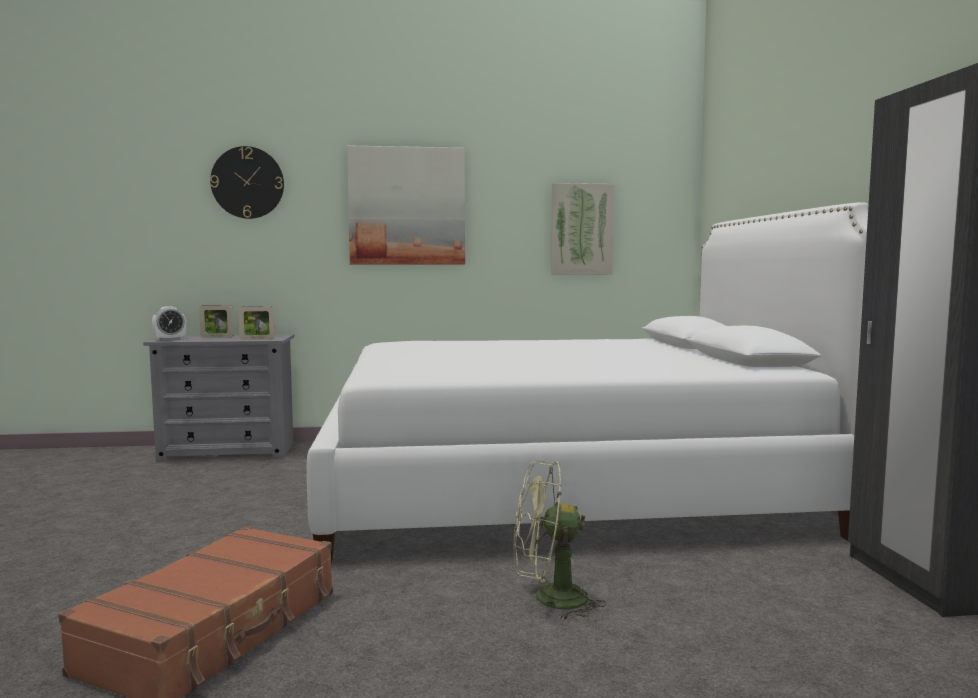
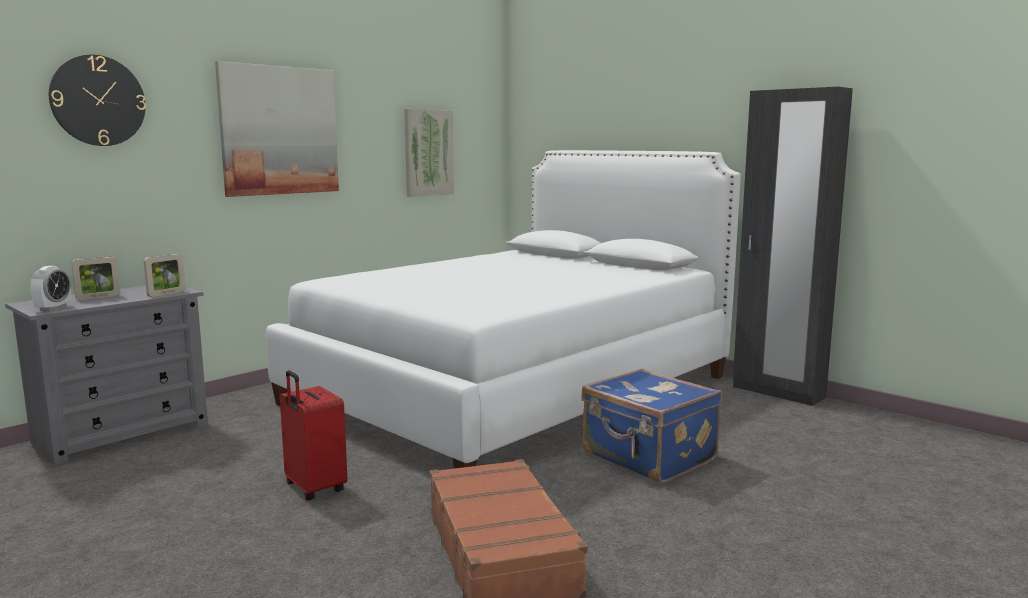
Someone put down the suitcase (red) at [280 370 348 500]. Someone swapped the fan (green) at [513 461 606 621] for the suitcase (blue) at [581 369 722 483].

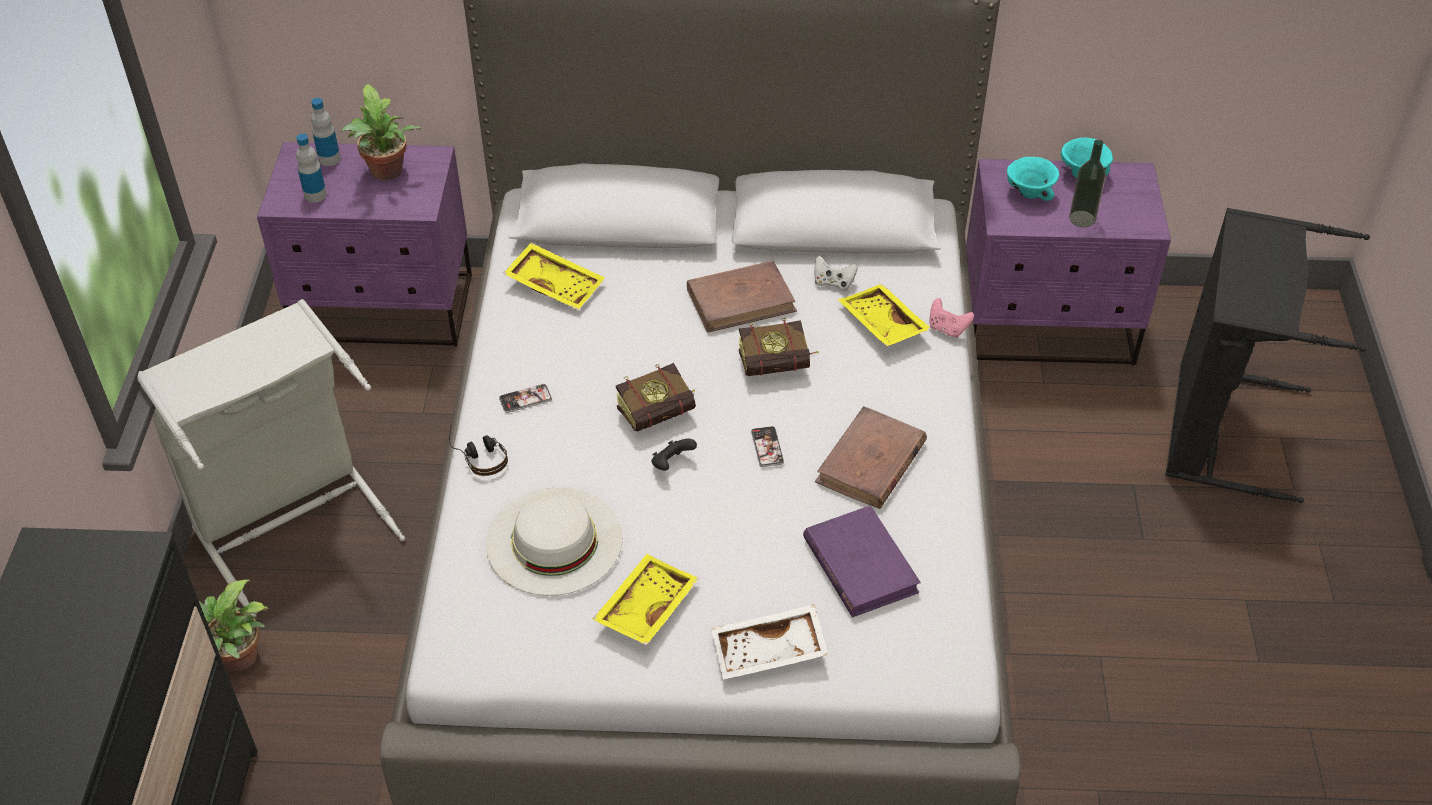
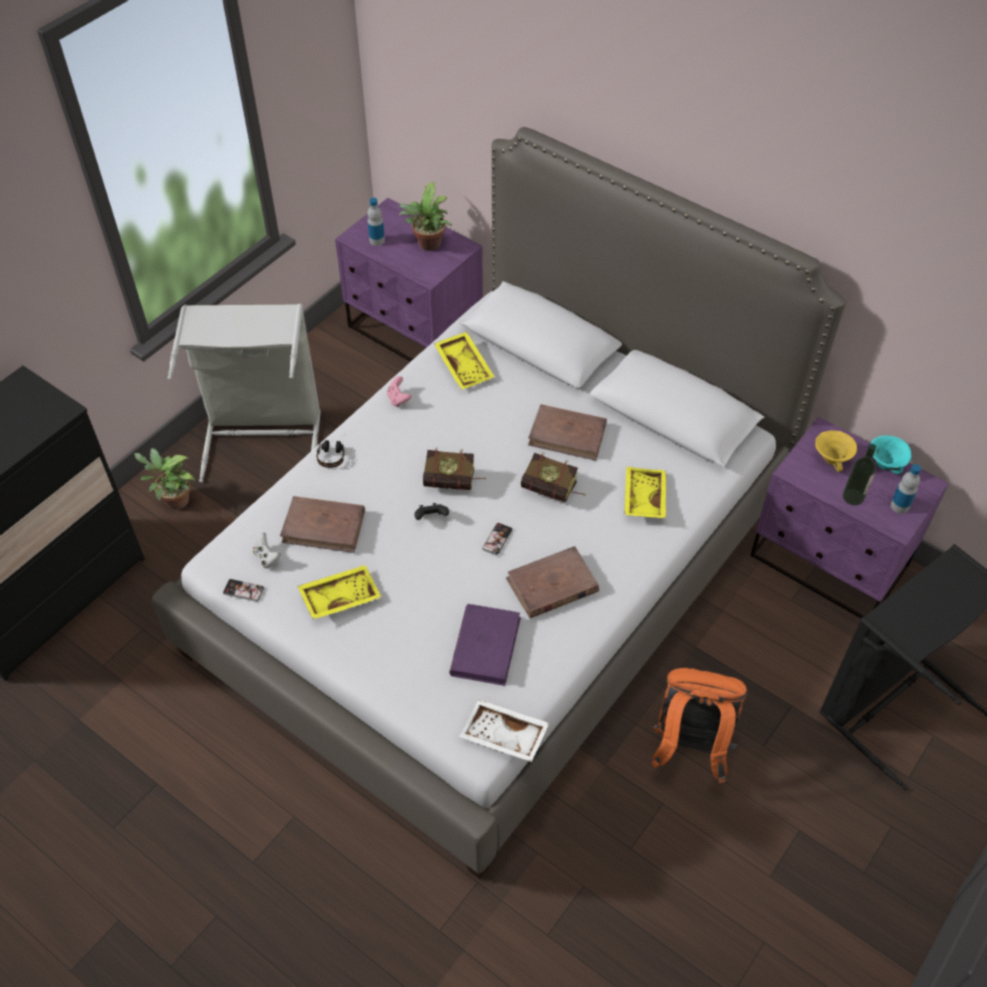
Someone put down the backpack (orange) at [650 668 747 783]. Someone carried the bottle from [311 98 341 166] to [890 464 921 514]. Someone carried the phone from [499 384 552 413] to [223 579 264 602]. Someone carried the tray (white) from [711 604 829 680] to [459 699 550 762]. Someone carried the game controller (white) from [814 256 858 291] to [252 532 281 569]. Someone carried the game controller (pink) from [929 298 974 338] to [387 376 412 407]. Someone swapped the hat (white) at [486 488 622 596] for the book (brown) at [280 496 365 553]. Someone repainted the bowl (turquoise) at [1007 157 1059 201], which became the bowl (yellow) at [815 430 857 472].

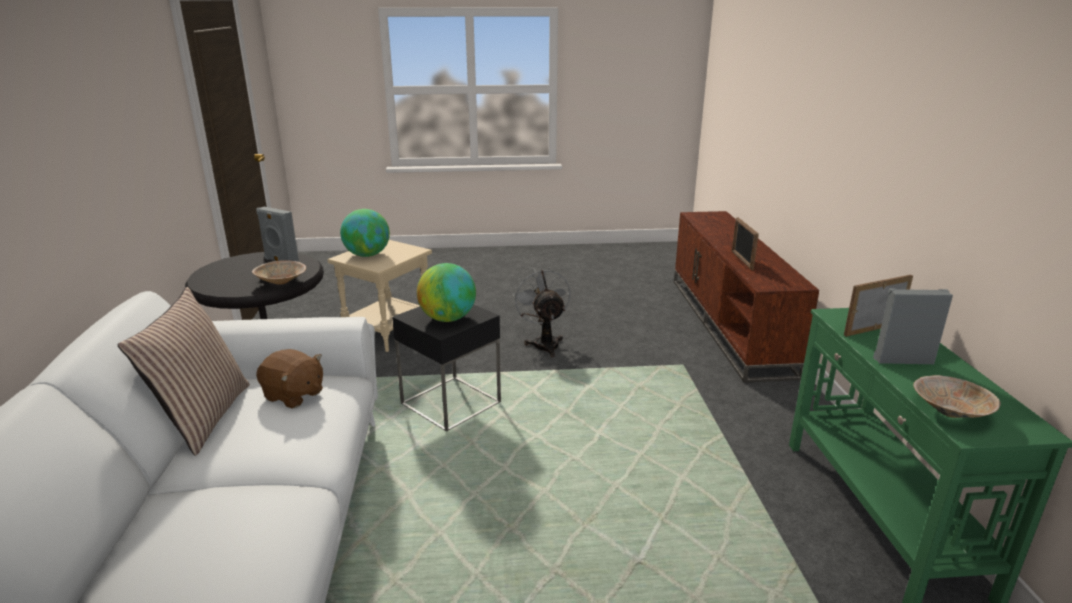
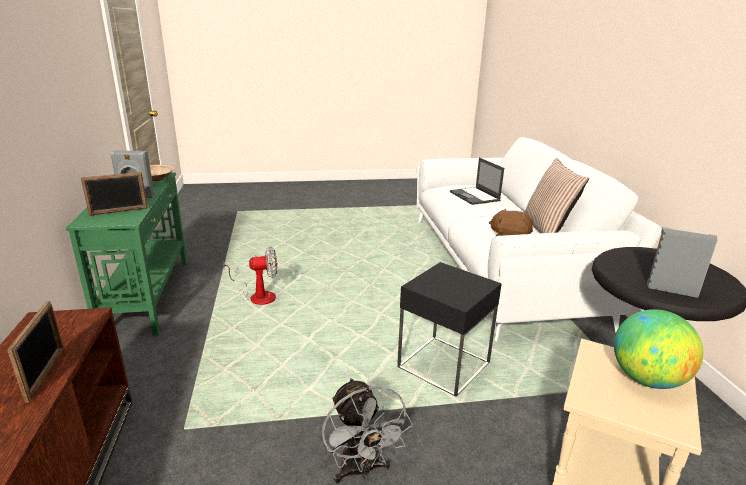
Someone took away the bowl (beige) at [252 260 306 285]. Someone took away the globe at [417 263 476 322]. Someone put down the fan at [223 247 277 305]. Someone put down the laptop at [450 158 504 205].

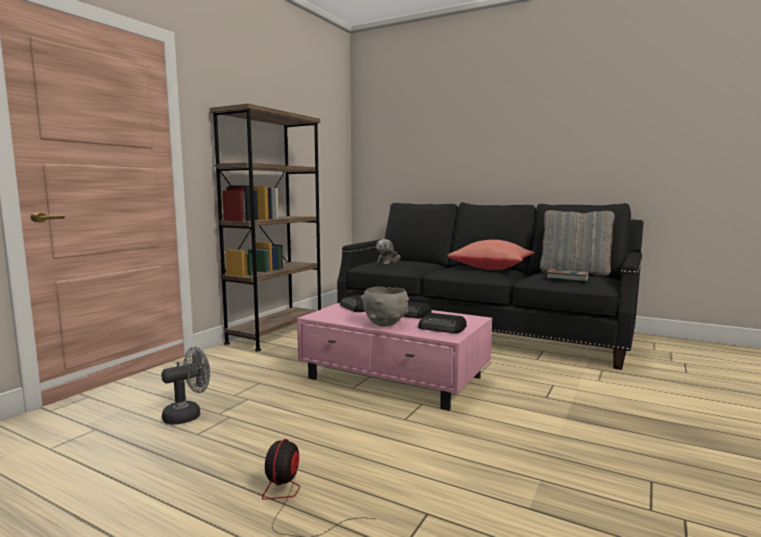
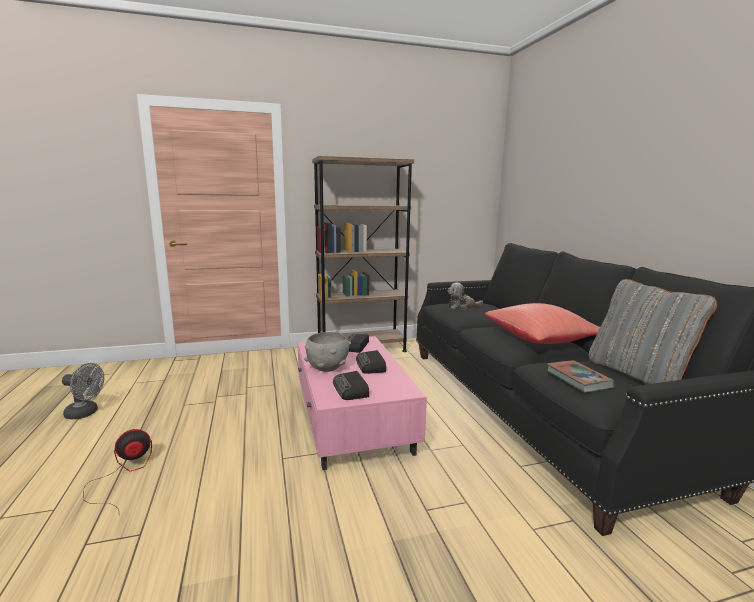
Someone carried the fan (grey) from [161 347 210 425] to [62 363 104 419].

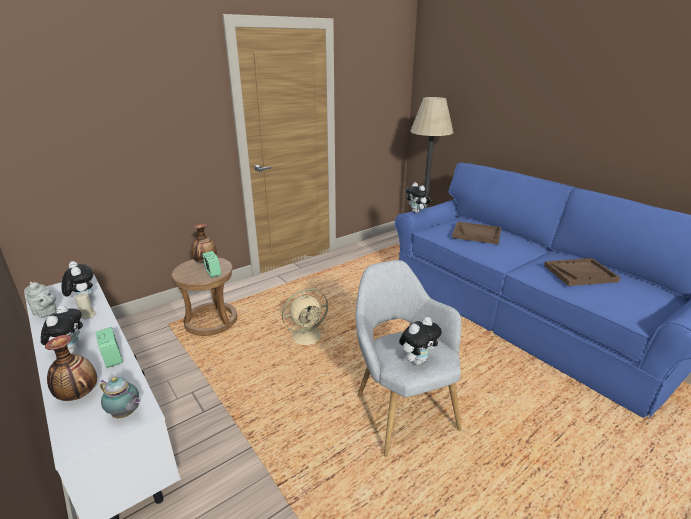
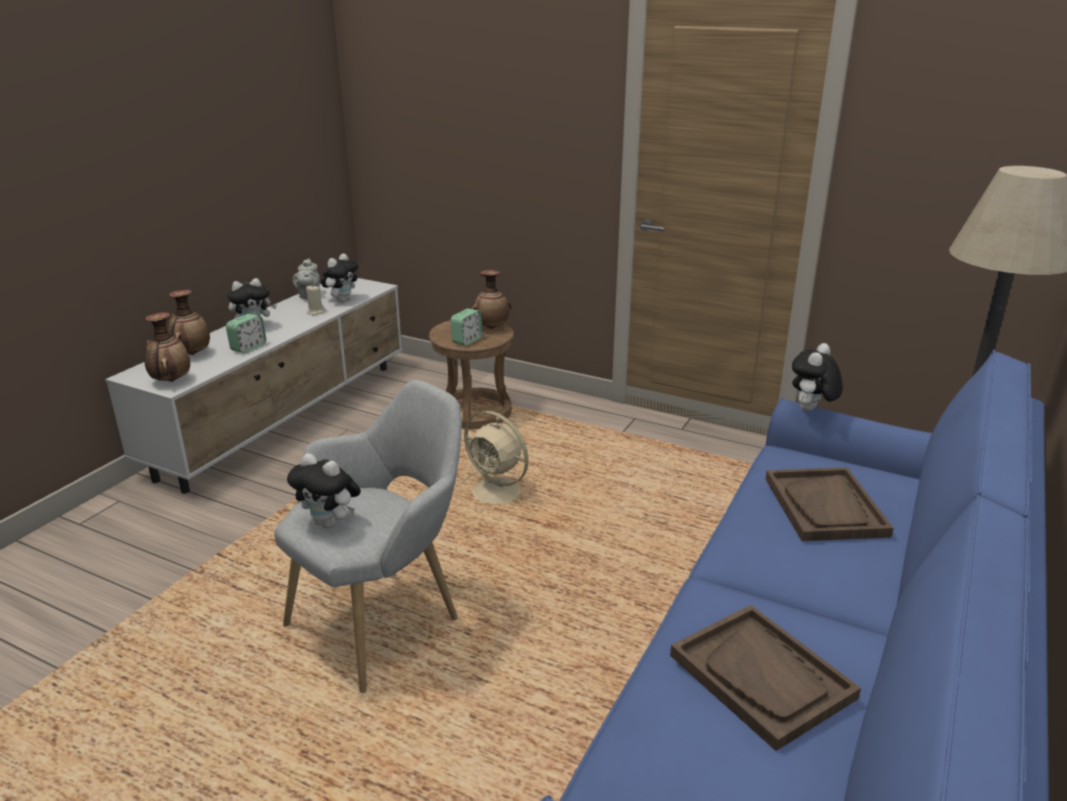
Someone swapped the teapot at [100 377 141 418] for the vase at [144 312 190 382].

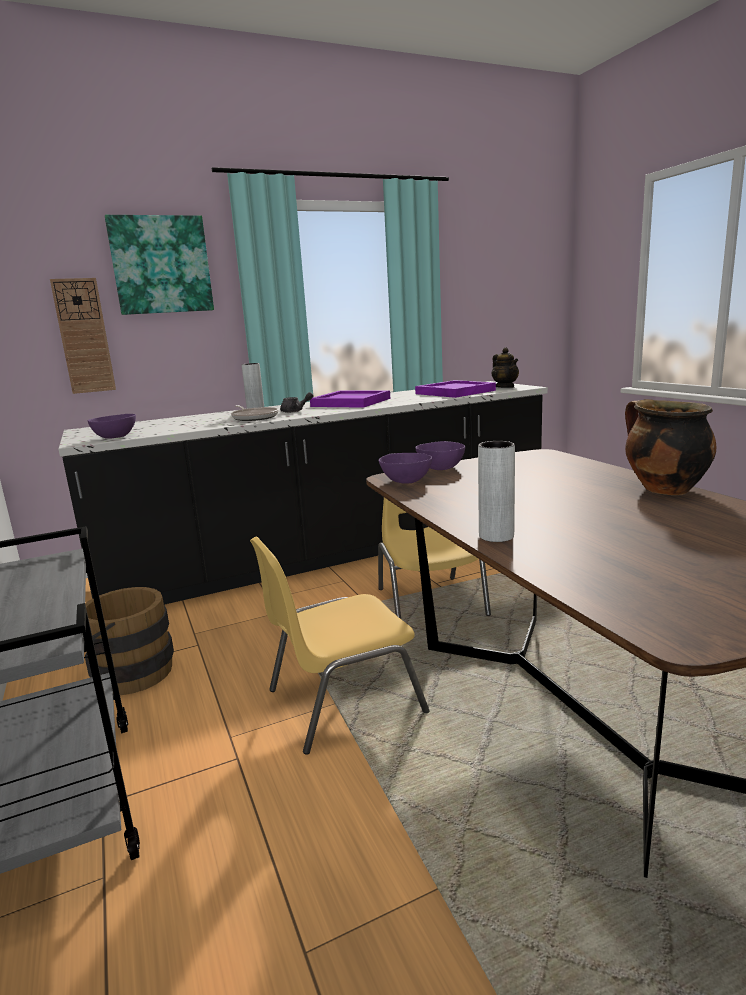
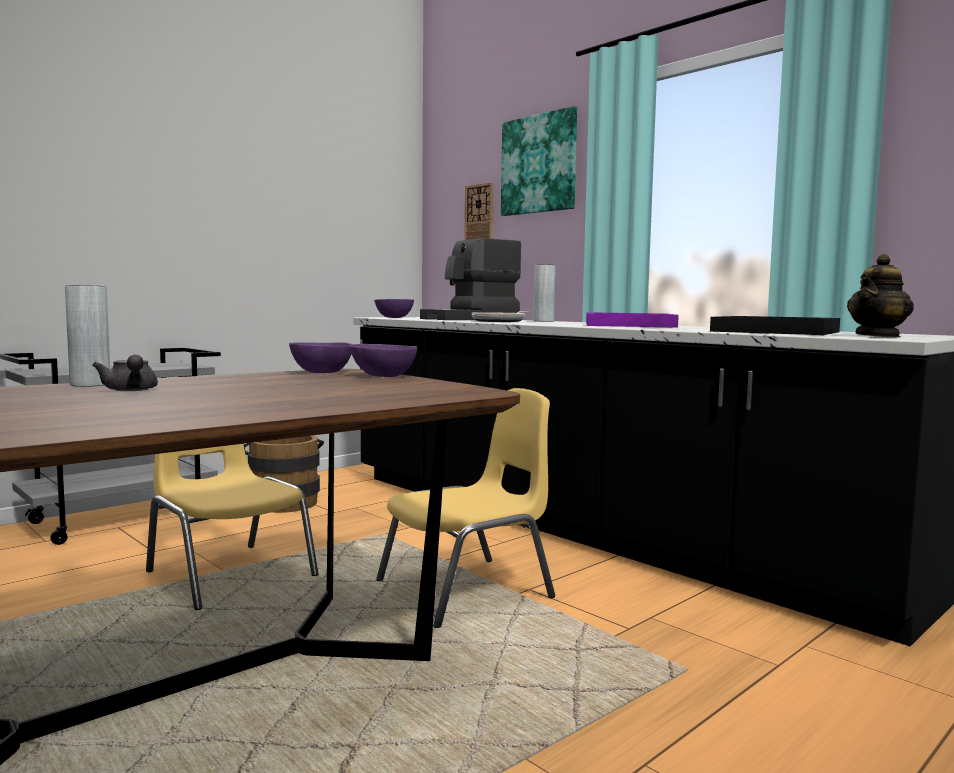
Someone took away the cooking pot at [625 399 716 495]. Someone put down the coffee machine at [420 238 521 320]. Someone carried the teapot (grey) from [280 392 313 413] to [92 355 158 391]. Someone repainted the tray (purple) at [415 380 496 398], which became the tray (black) at [710 316 840 335].

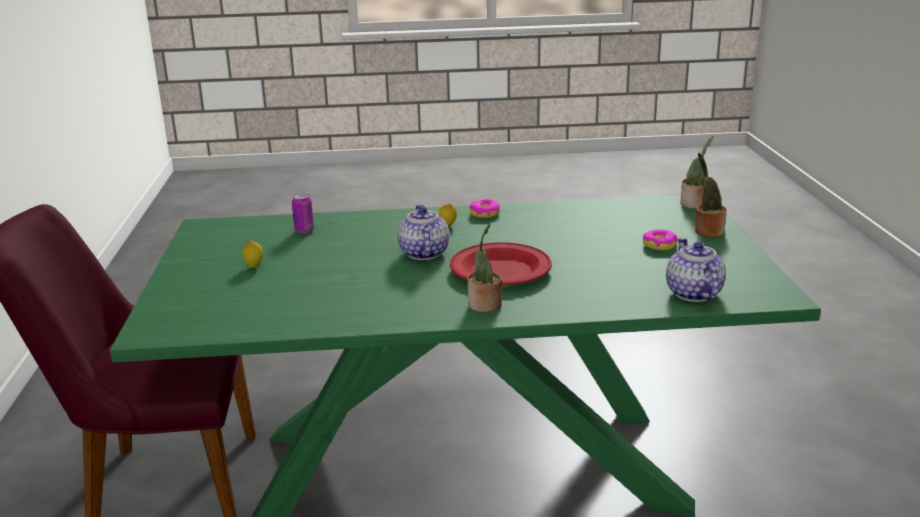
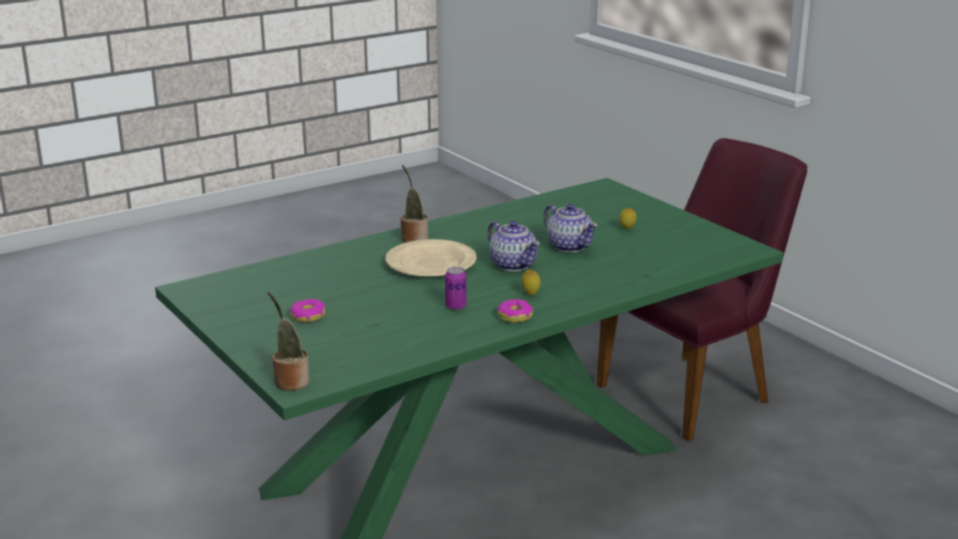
Someone took away the potted plant at [695 153 727 237]. Someone carried the can from [292 193 314 233] to [445 267 467 310]. Someone carried the teapot from [666 238 726 302] to [544 204 598 253]. Someone repainted the plate (red) at [450 242 552 285], which became the plate (beige) at [385 239 477 276].

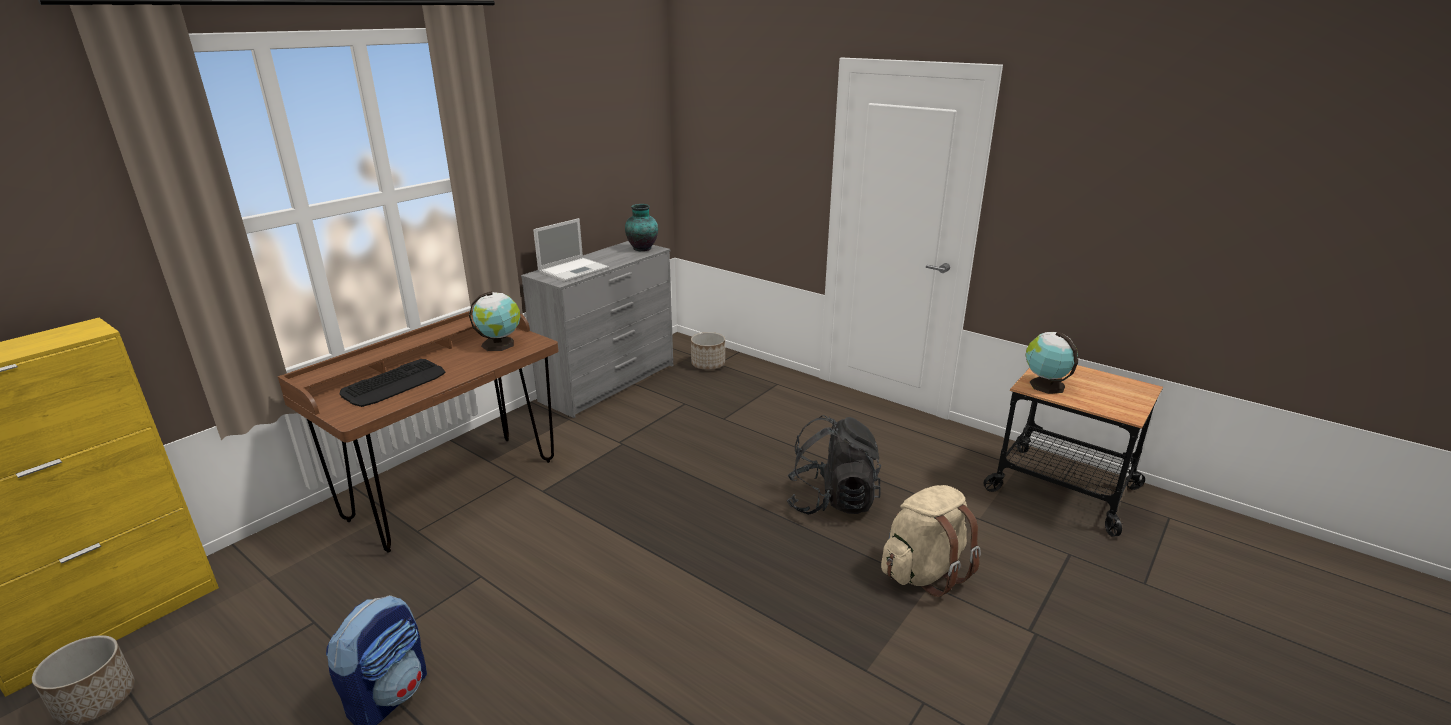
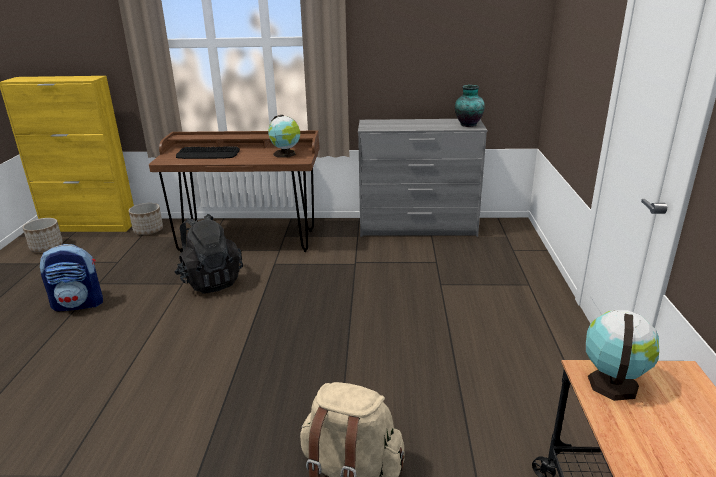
Someone took away the laptop at [533 218 609 282]. Someone carried the planter from [691 332 725 370] to [129 203 163 235]. Someone carried the backpack (black) from [787 415 881 515] to [174 214 243 293].

